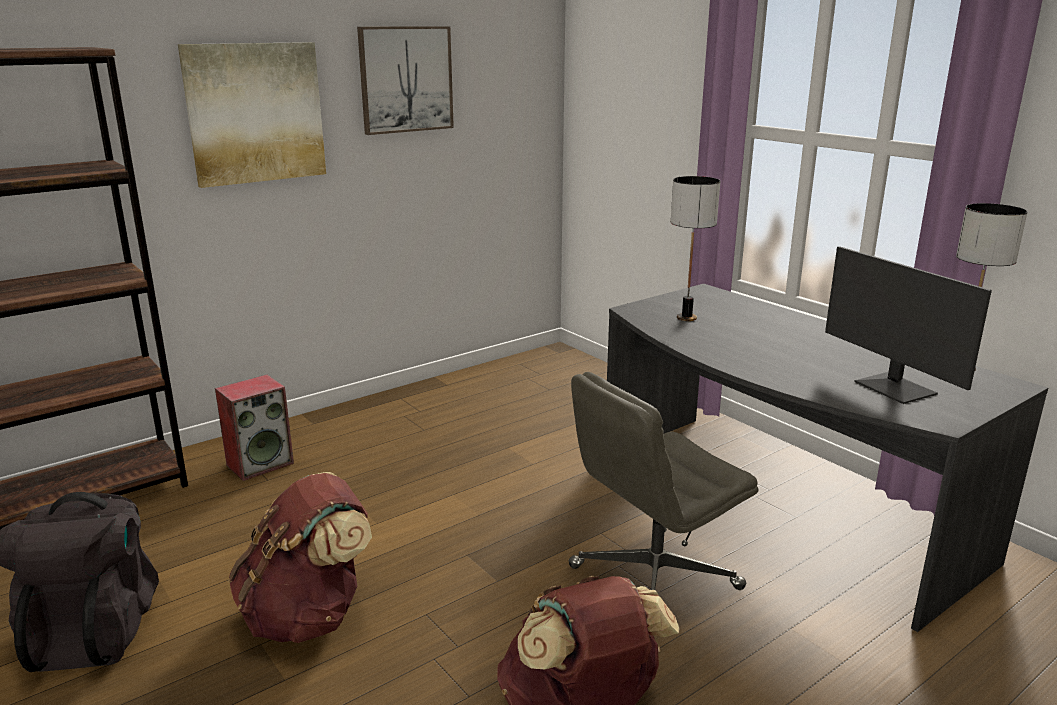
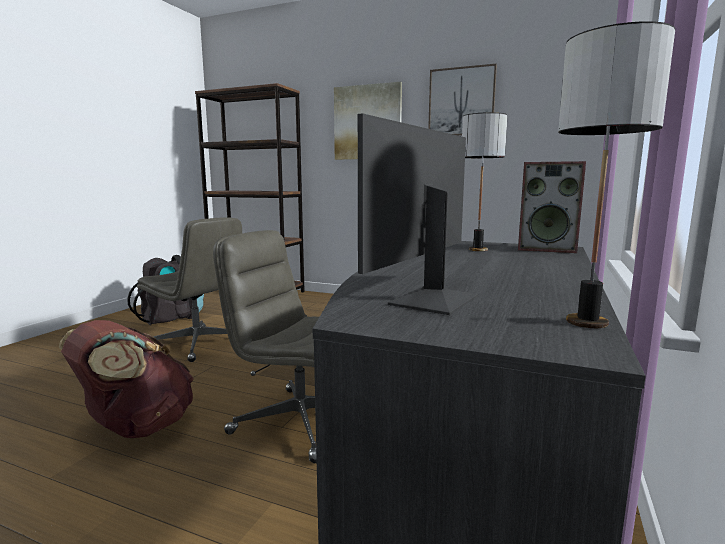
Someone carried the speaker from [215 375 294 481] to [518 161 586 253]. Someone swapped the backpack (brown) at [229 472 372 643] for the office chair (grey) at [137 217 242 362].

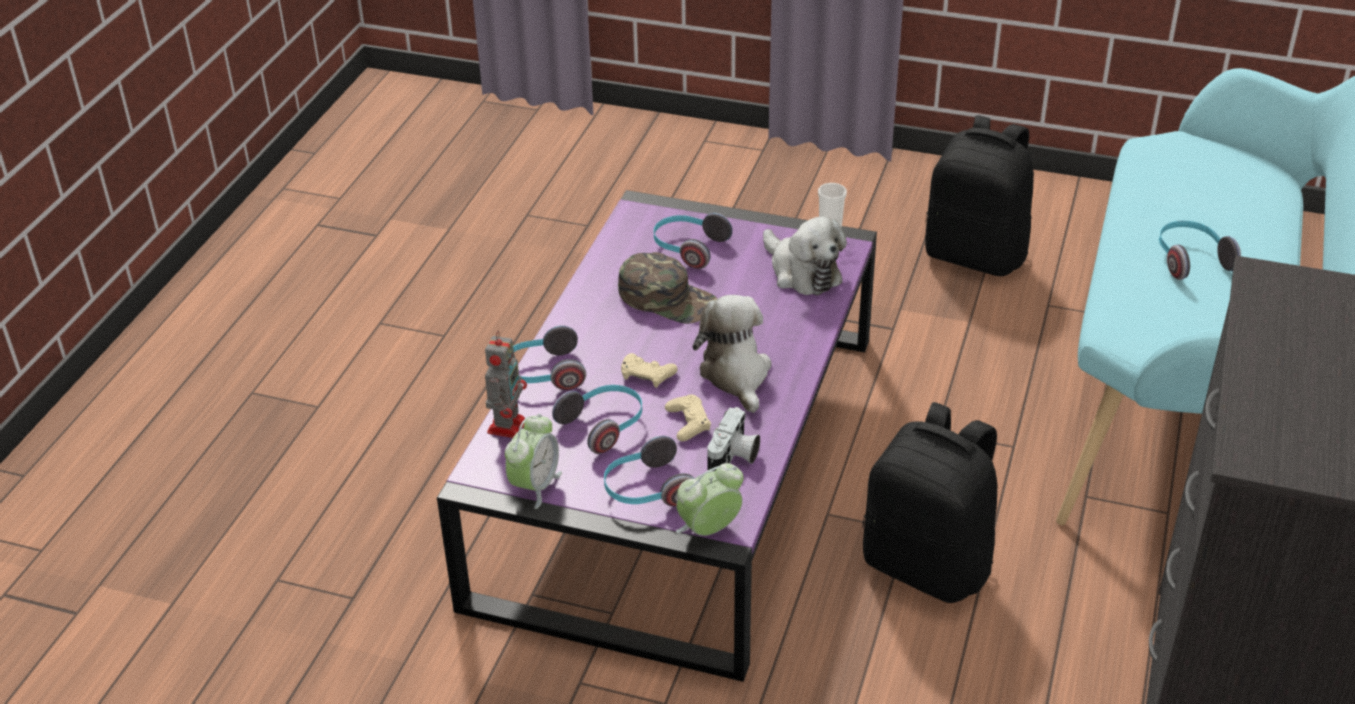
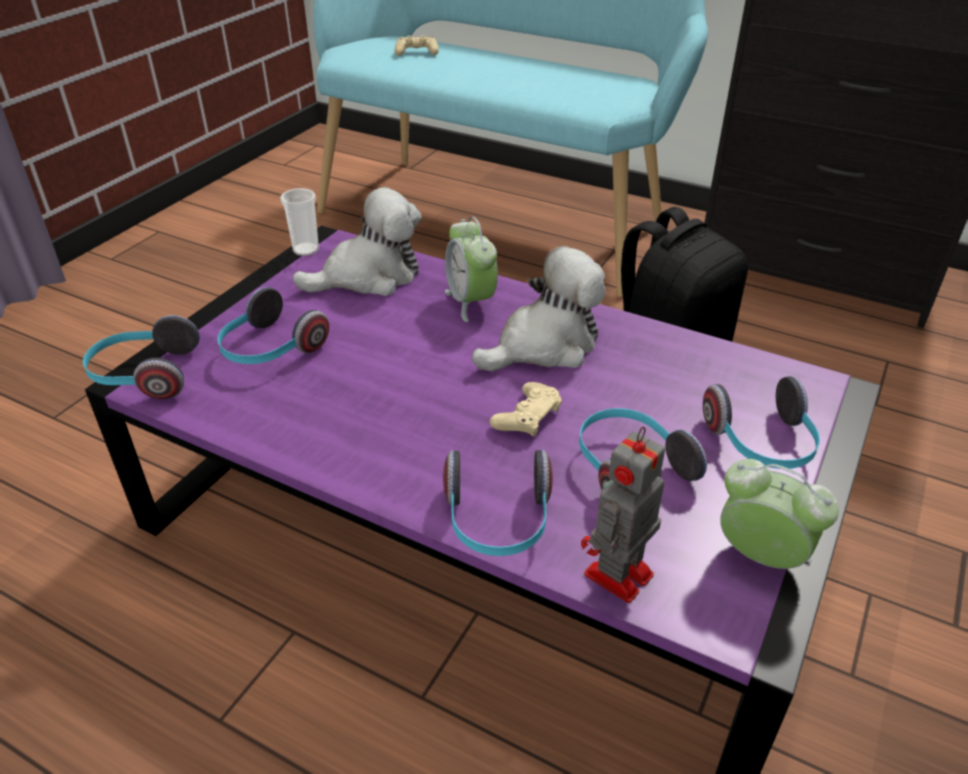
Someone took away the cap (green) at [618 252 717 324]. Someone took away the photo camera at [707 407 760 471]. Someone took away the backpack (black) at [925 115 1034 276]. Someone carried the game controller (beige) from [665 394 711 441] to [395 35 439 56]. Someone carried the alarm clock from [676 463 743 536] to [445 217 498 322]. Someone carried the headphones from [1159 221 1241 280] to [83 315 200 399]. Someone rotated the toy robot at [485 331 527 438] by 75 degrees counterclockwise. Someone rotated the plush toy at [693 295 771 413] by 150 degrees clockwise.

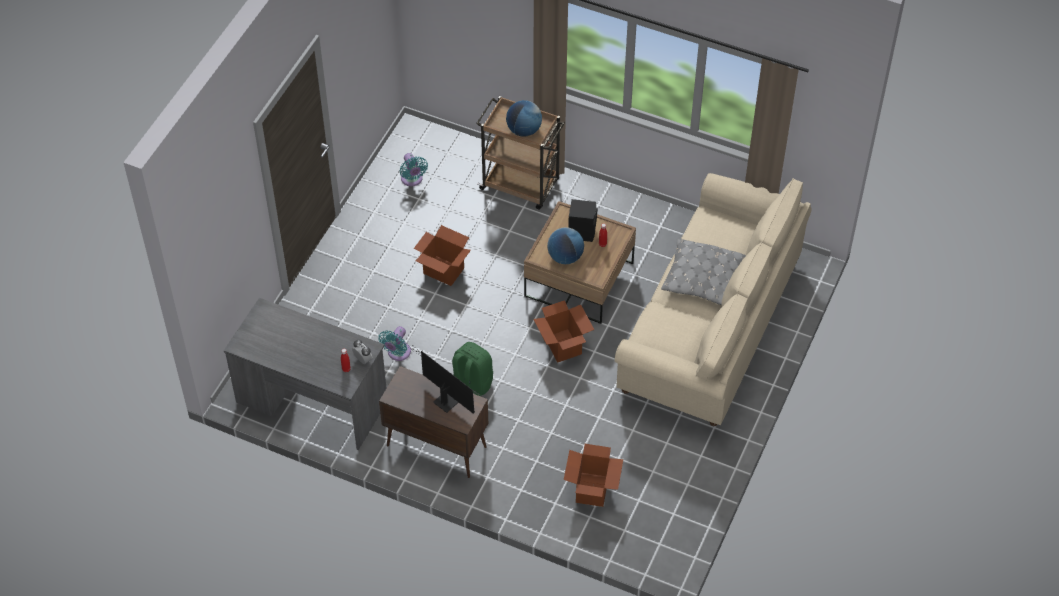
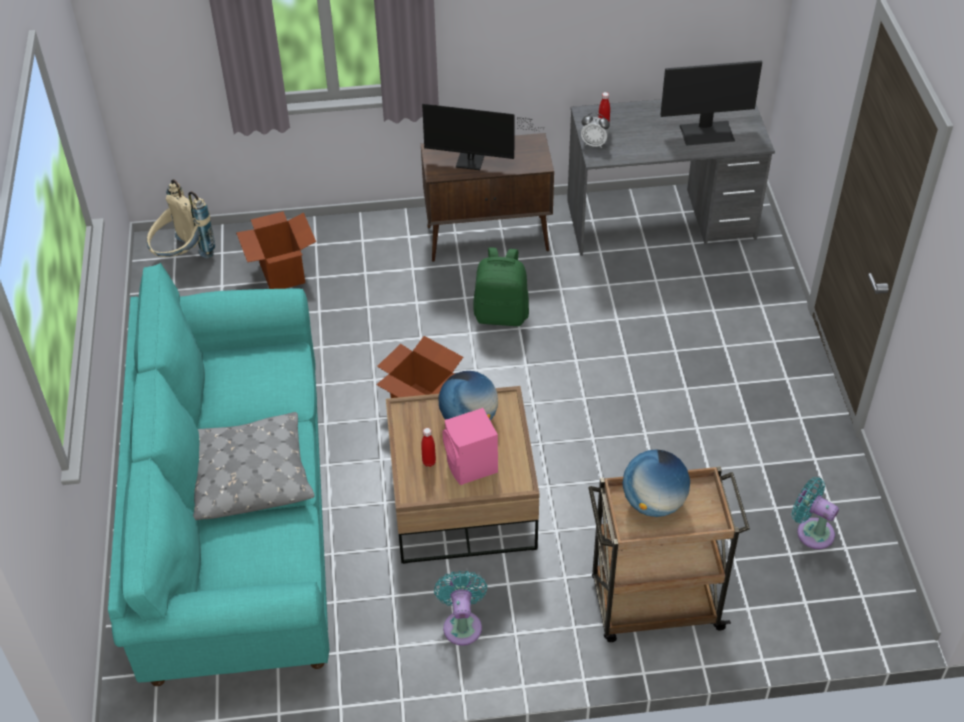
Someone took away the cardboard box at [414 225 471 286]. Someone put down the backpack (beige) at [147 179 215 258]. Someone put down the monitor at [660 60 762 146]. Someone carried the fan (turquoise) from [378 326 411 361] to [434 571 487 646]. Someone repainted the speaker (black) at [568 199 597 242], which became the speaker (pink) at [442 408 498 485]. Someone repainted the sofa (beige) at [615 173 812 426], which became the sofa (turquoise) at [108 263 329 686].

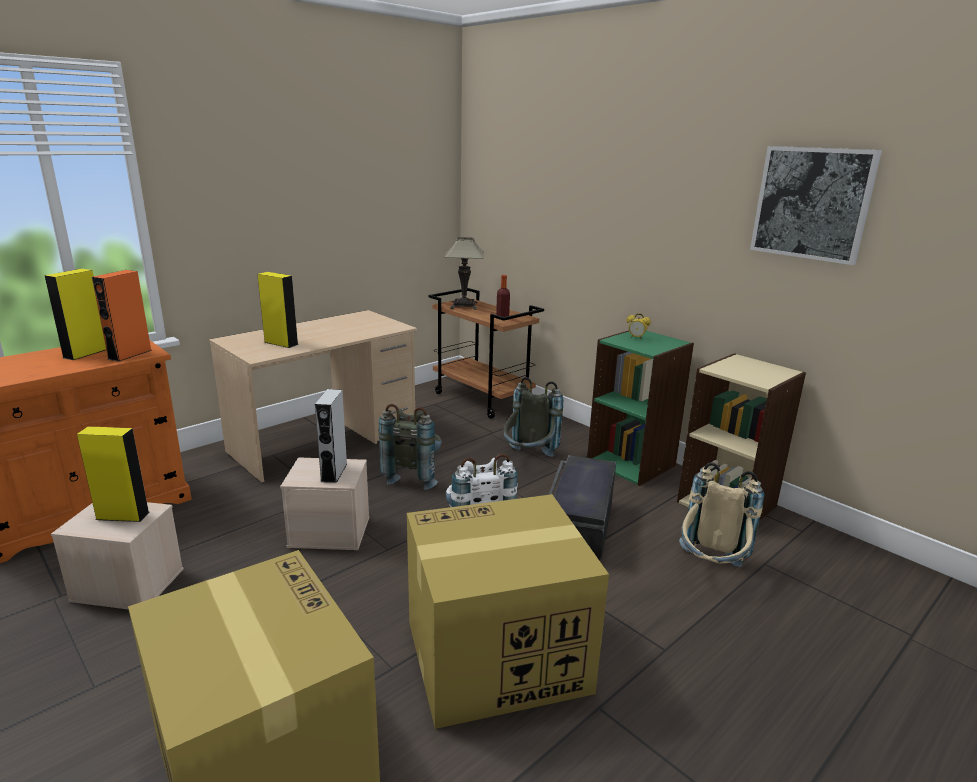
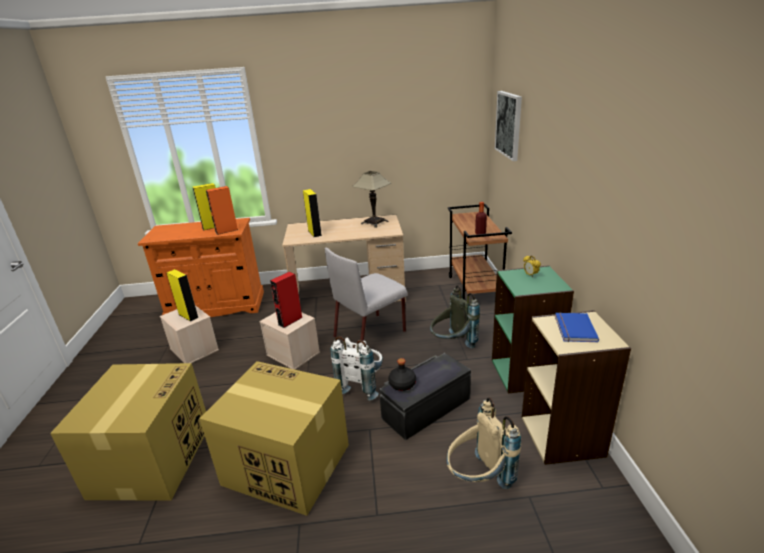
Someone put down the bottle (black) at [388 358 416 391]. Someone put down the book (blue) at [555 312 599 342]. Someone carried the table lamp from [444 237 484 310] to [352 171 392 228]. Someone carried the picture from [750 146 882 265] to [495 91 522 161]. Someone swapped the backpack (grey) at [378 404 442 490] for the chair (grey) at [325 247 408 343]. Someone repainted the speaker (grey) at [315 389 347 483], which became the speaker (red) at [270 272 303 328].

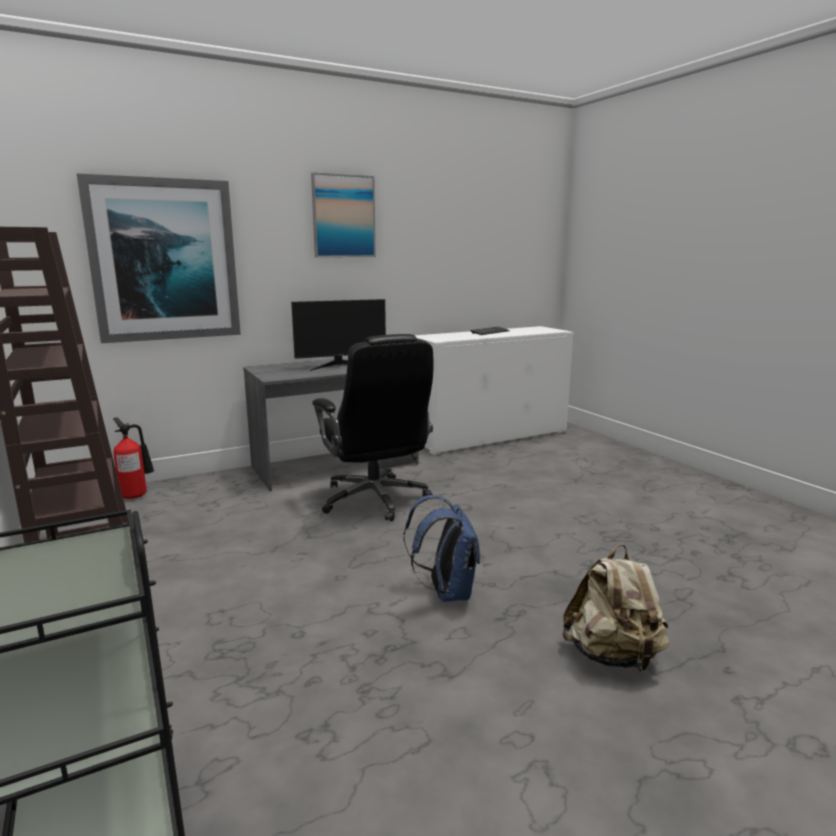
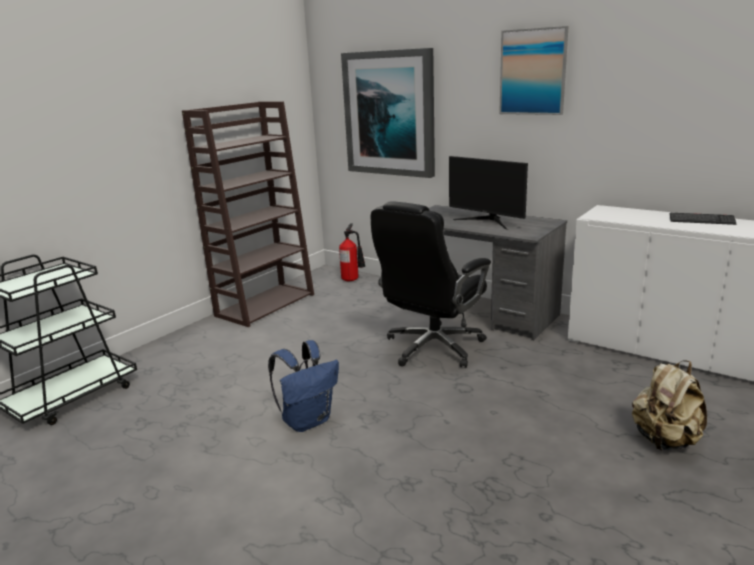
Someone carried the backpack (beige) from [562 544 669 671] to [632 360 707 450].

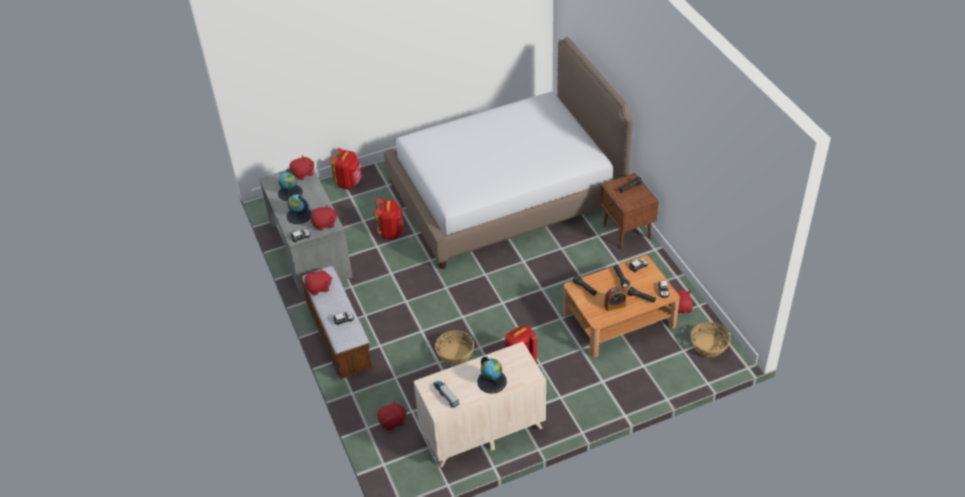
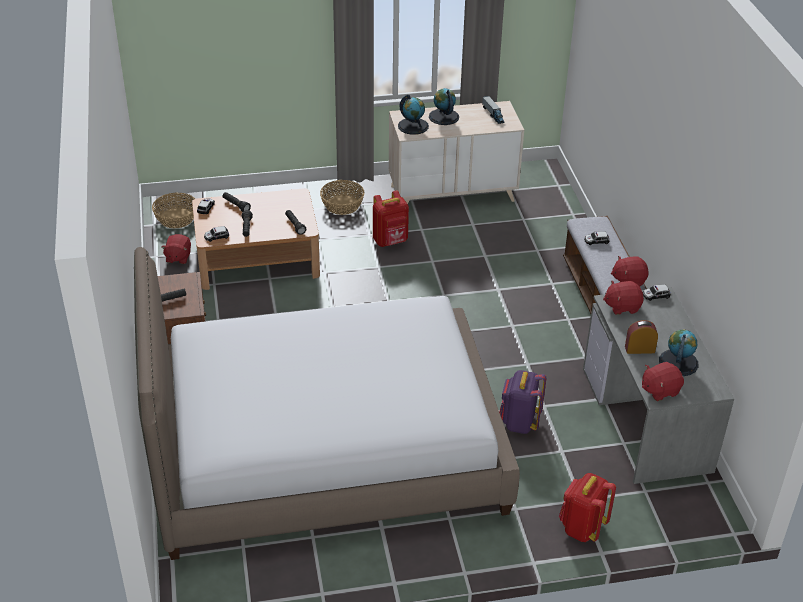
Someone took away the plush toy (red) at [377 401 407 431]. Someone carried the globe from [286 194 311 224] to [398 95 429 135]. Someone carried the basket from [435 330 474 366] to [320 180 365 215]. Someone carried the alarm clock from [604 287 626 311] to [625 320 658 354]. Someone repainted the backpack (red) at [374 199 405 240], which became the backpack (purple) at [499 370 546 434].

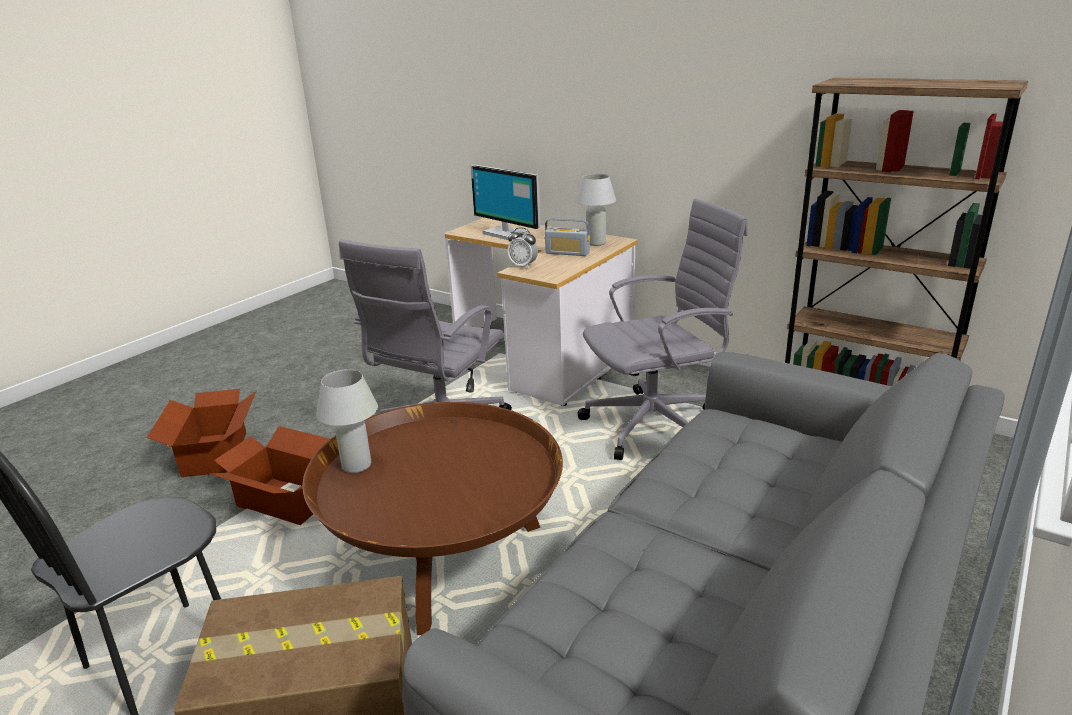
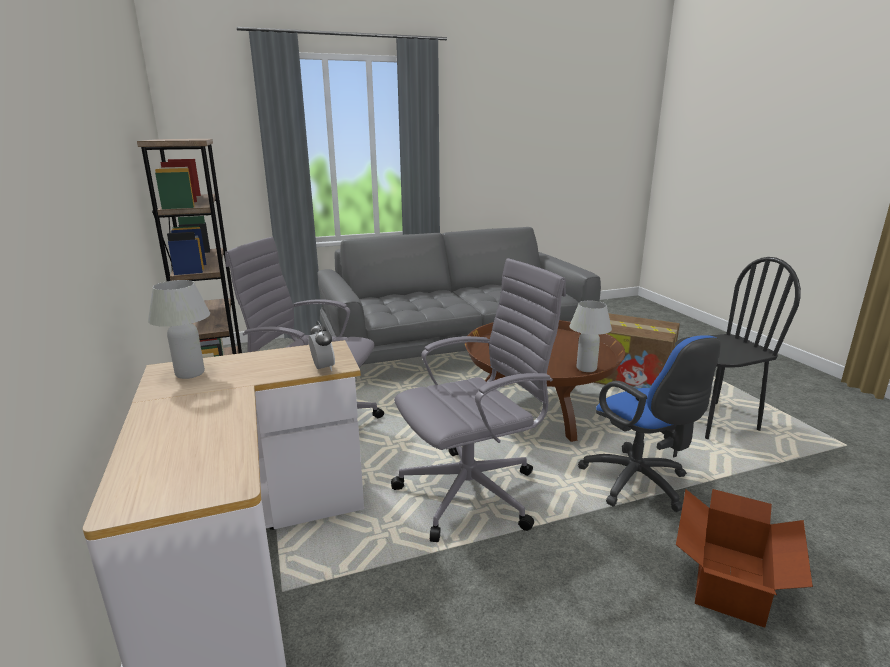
Someone took away the monitor at [470 165 541 240]. Someone took away the radio at [545 218 590 256]. Someone swapped the cardboard box at [208 426 330 525] for the office chair (blue) at [578 335 721 512].

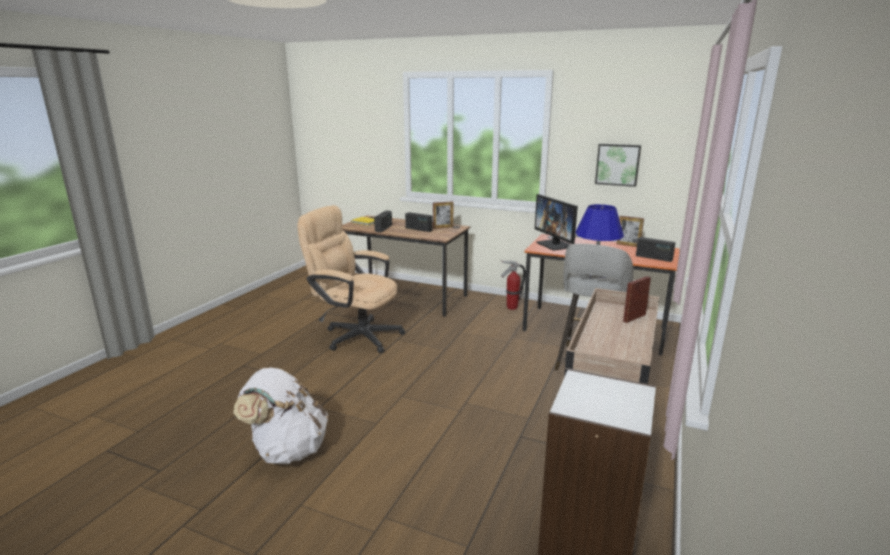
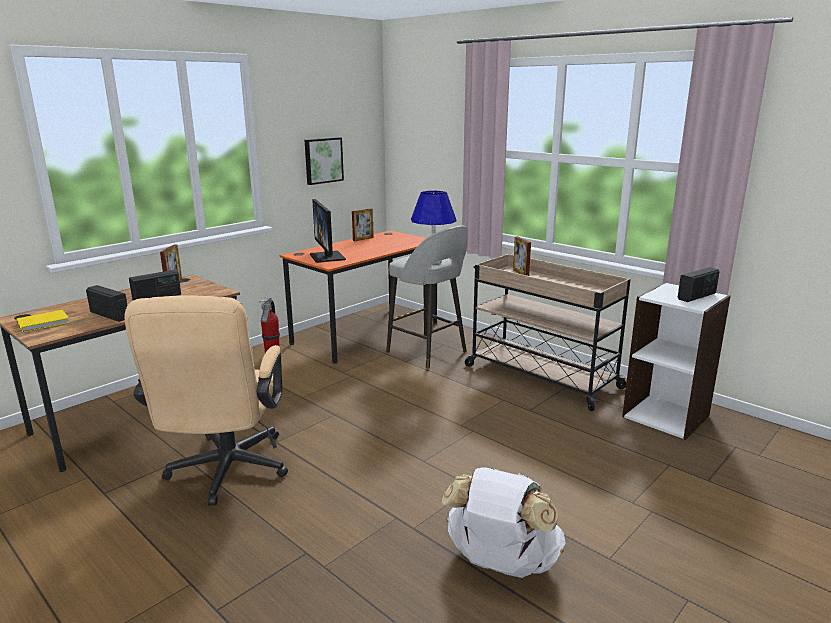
Someone carried the radio from [636 237 676 262] to [677 267 720 302]. Someone rotated the office chair (beige) at [297 205 405 353] by 45 degrees counterclockwise. Someone rotated the monitor at [535 194 578 250] by 75 degrees clockwise.

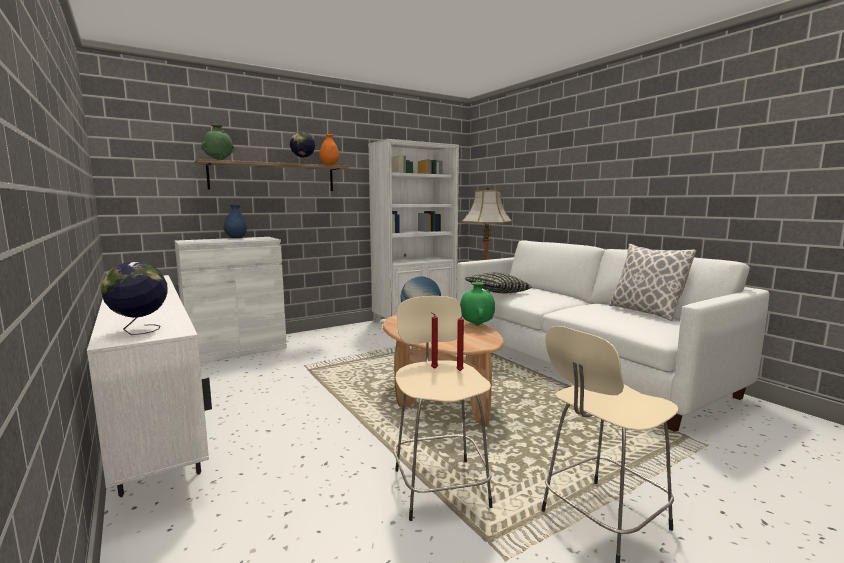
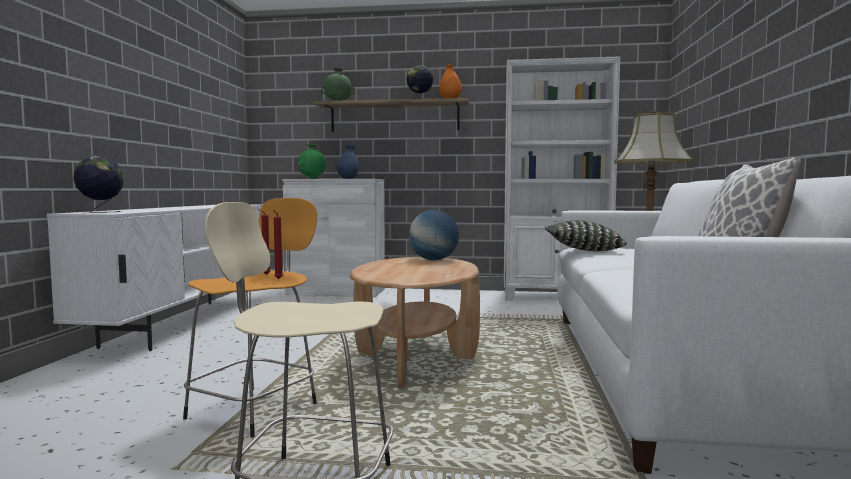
Someone carried the vase (green) from [460 282 495 326] to [298 144 326 179]. Someone repainted the stool (beige) at [393 296 493 521], which became the stool (orange) at [183 198 317 438].

